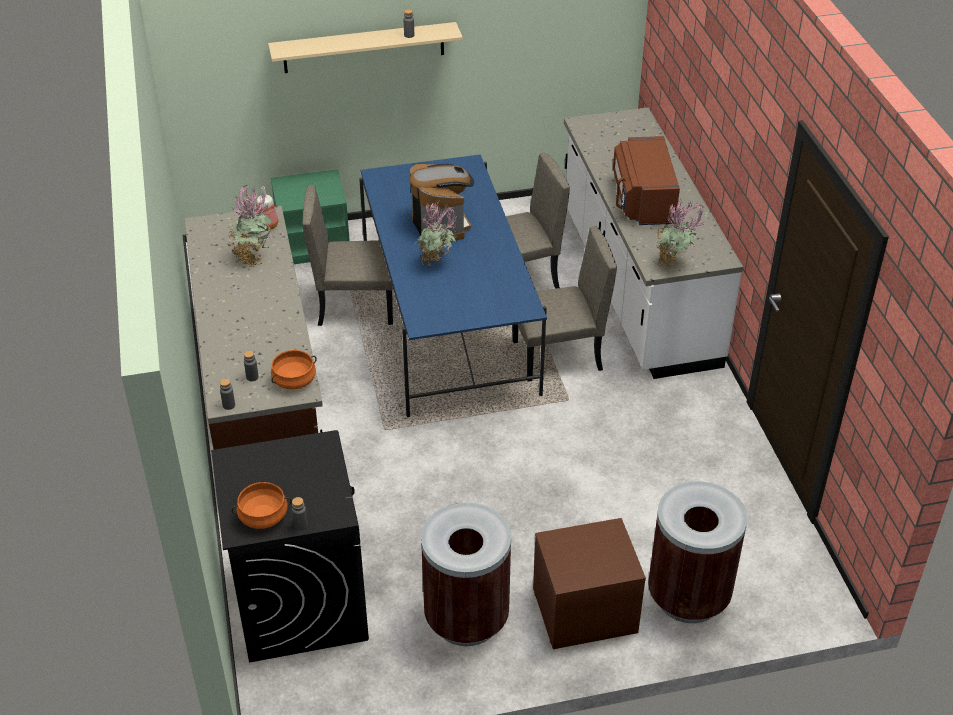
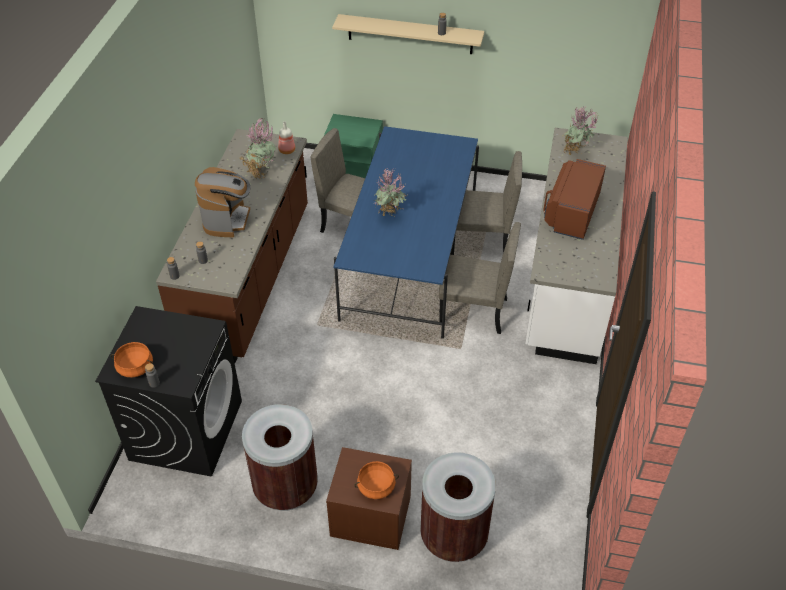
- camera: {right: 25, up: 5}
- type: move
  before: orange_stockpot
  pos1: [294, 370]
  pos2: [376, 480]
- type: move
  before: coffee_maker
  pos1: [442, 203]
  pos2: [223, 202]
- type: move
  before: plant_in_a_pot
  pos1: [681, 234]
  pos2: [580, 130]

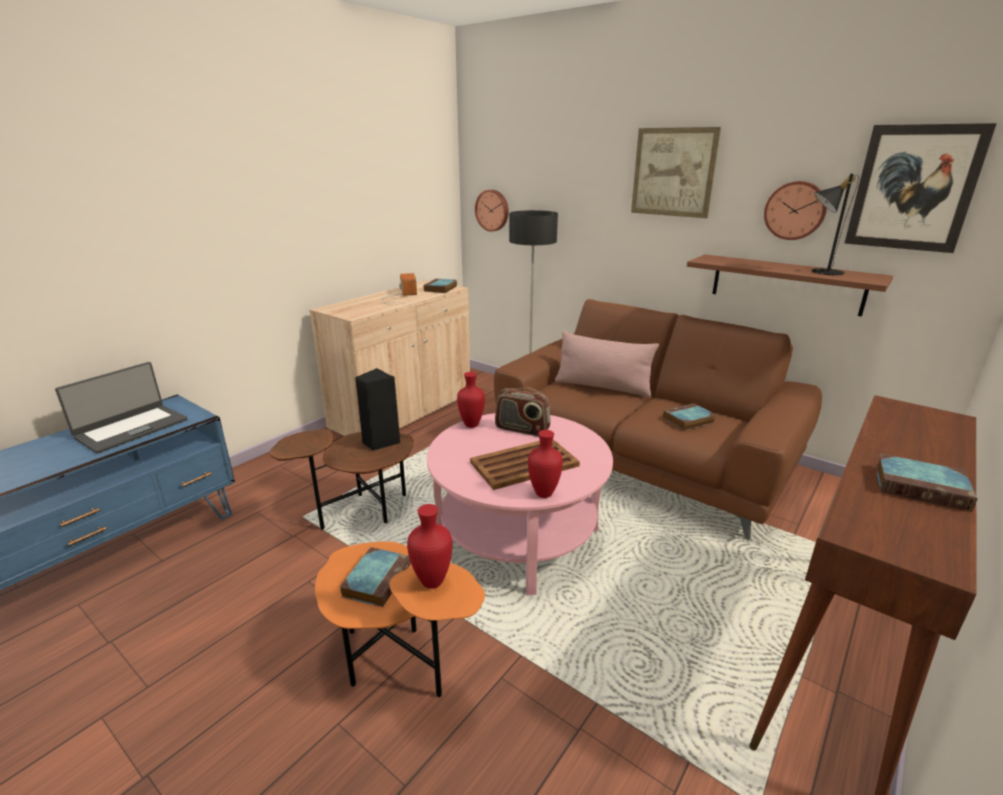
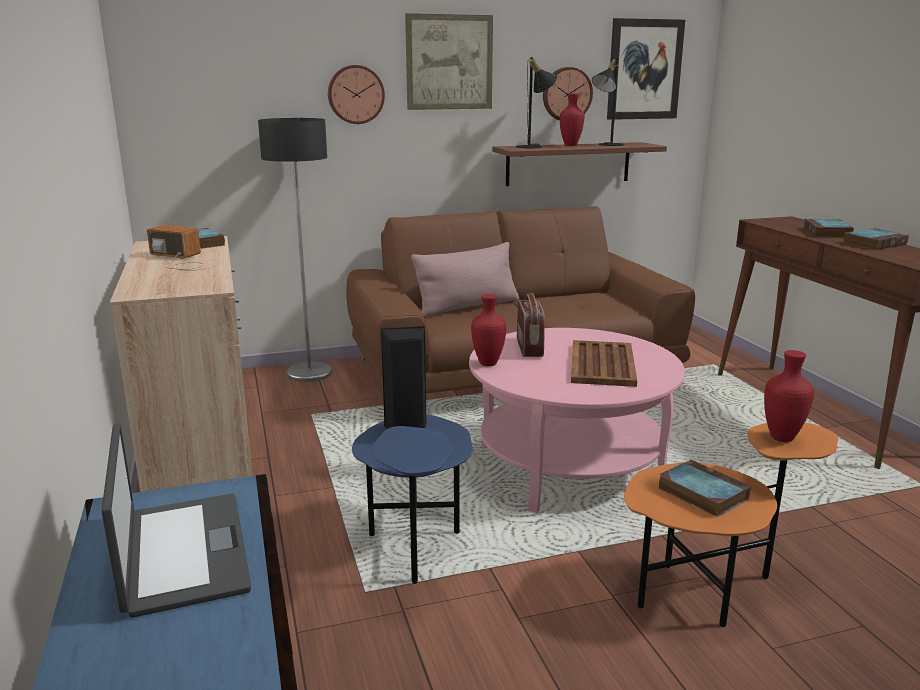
- camera: {right: -55, up: -5}
- type: recolor
  before: brown_side_table
  after: blue-coloured_side_table
  pos1: [341, 479]
  pos2: [412, 499]
- type: move
  before: hanging_clock
  pos1: [492, 211]
  pos2: [356, 94]
- type: rotate
  before: radio_set
  pos1: [523, 411]
  pos2: [531, 325]
  turn: -60
- type: move
  before: red_flower_vase
  pos1: [545, 464]
  pos2: [572, 120]
- type: move
  before: book
  pos1: [689, 416]
  pos2: [829, 228]
- type: insert
  after: black-coloured_table_lamp
  pos2: [536, 102]

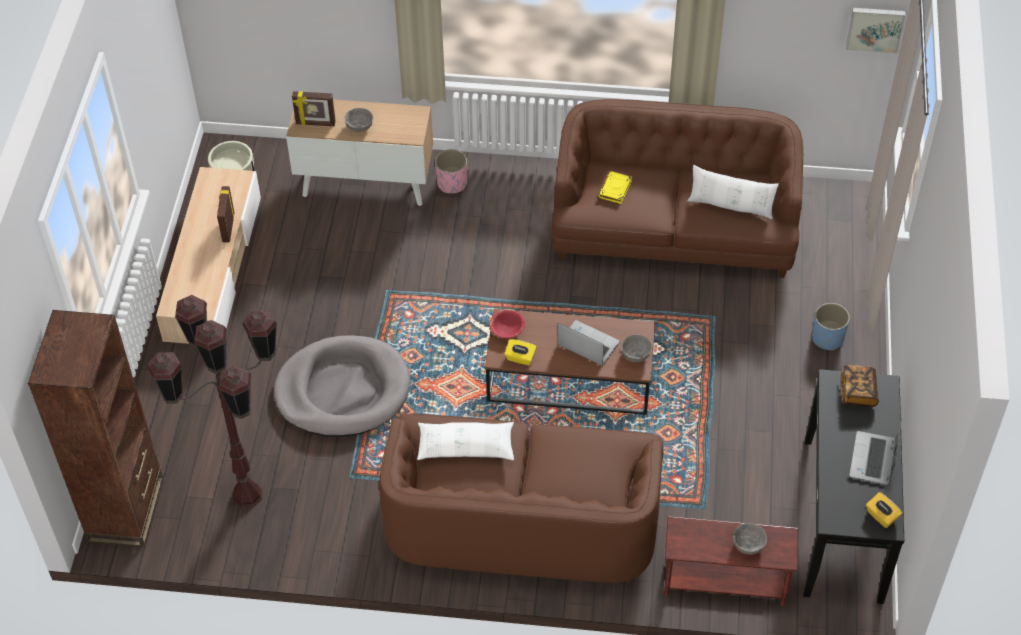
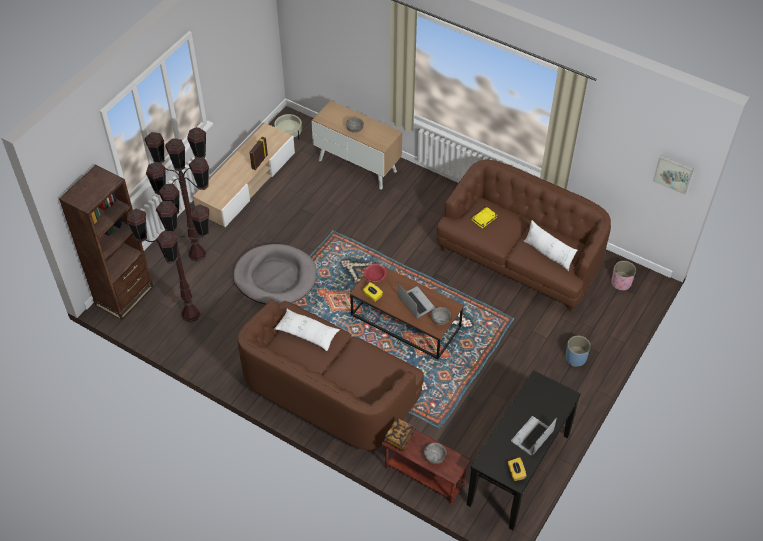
- camera: {right: 25, up: 0}
- type: delete
  before: standing_frame
  pos1: [314, 108]
- type: move
  before: pink_flower_pot
  pos1: [451, 171]
  pos2: [623, 275]
- type: move
  before: book
  pos1: [860, 386]
  pos2: [400, 434]
- type: insert
  after: brown_floor_lamp
  pos2: [177, 194]

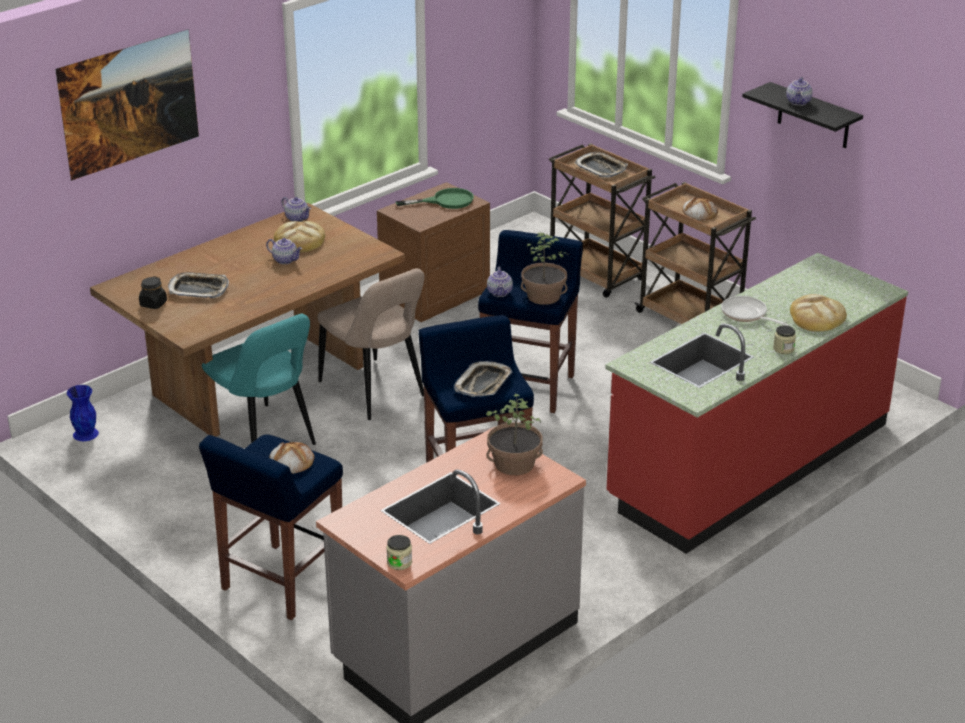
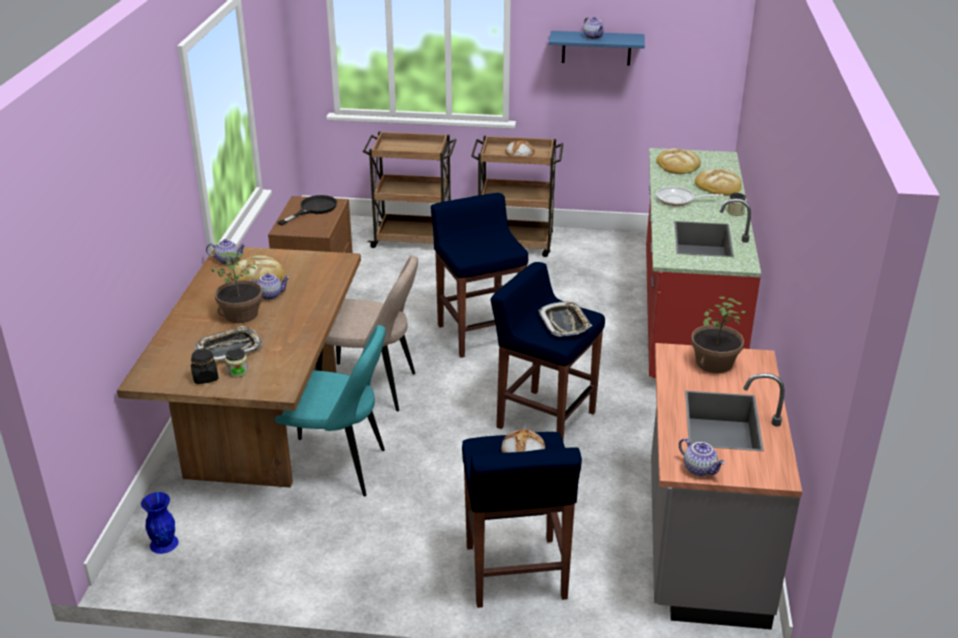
- camera: {right: -40, up: 0}
- type: delete
  before: picture
  pos1: [127, 105]
- type: move
  before: preserve_jar
  pos1: [399, 552]
  pos2: [236, 363]
- type: recolor
  before: green-coloured_skillet
  after: black-coloured_skillet
  pos1: [435, 198]
  pos2: [307, 210]
- type: move
  before: pot_for_tea
  pos1: [500, 282]
  pos2: [702, 457]
- type: move
  before: plant_in_a_pot
  pos1: [544, 269]
  pos2: [237, 287]
- type: delete
  before: tray
  pos1: [601, 165]
- type: recolor
  before: black-coloured_wall_shelf
  after: blue-coloured_wall_shelf
  pos1: [802, 115]
  pos2: [597, 48]
- type: insert
  after: bakery_bread
  pos2: [678, 161]

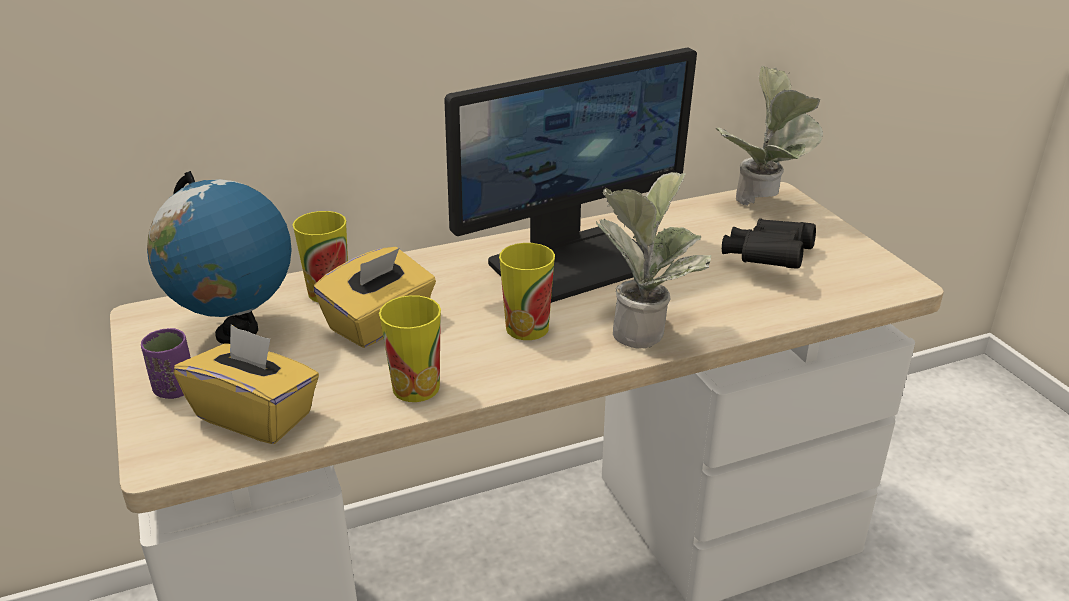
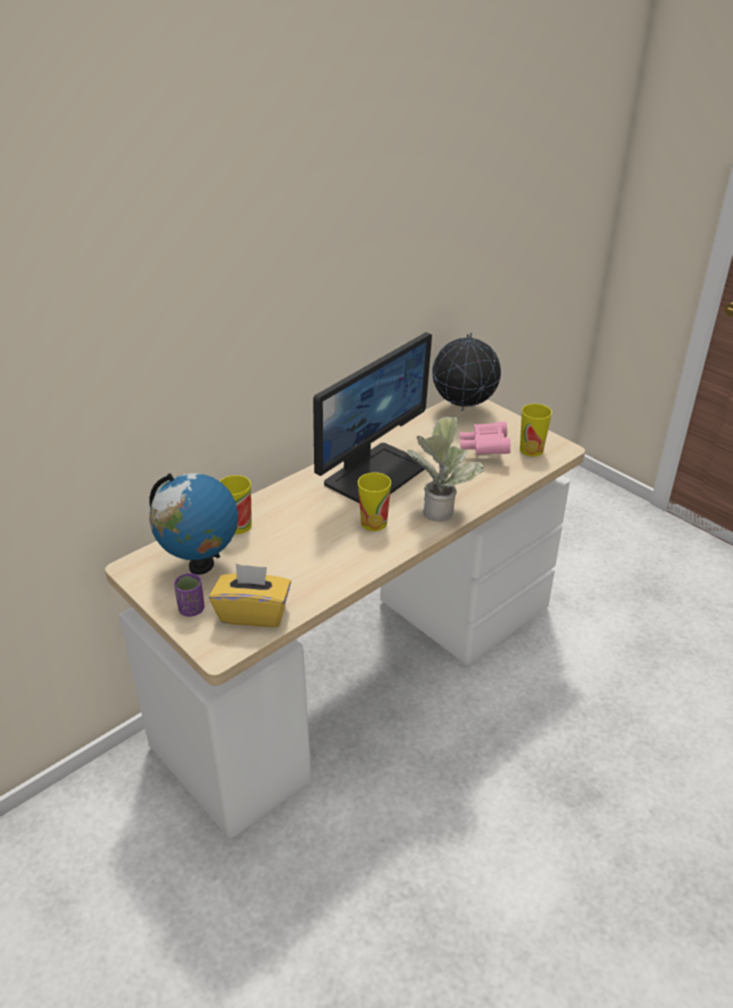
- camera: {right: -20, up: 5}
- type: delete
  before: yellow_tissue_box
  pos1: [374, 297]
- type: move
  before: cup
  pos1: [410, 348]
  pos2: [536, 430]
- type: replace
  before: plant_in_a_pot
  after: desk_globe
  pos1: [769, 136]
  pos2: [466, 371]
- type: recolor
  before: black-coloured_field_glasses
  after: pink_field_glasses
  pos1: [769, 243]
  pos2: [485, 438]

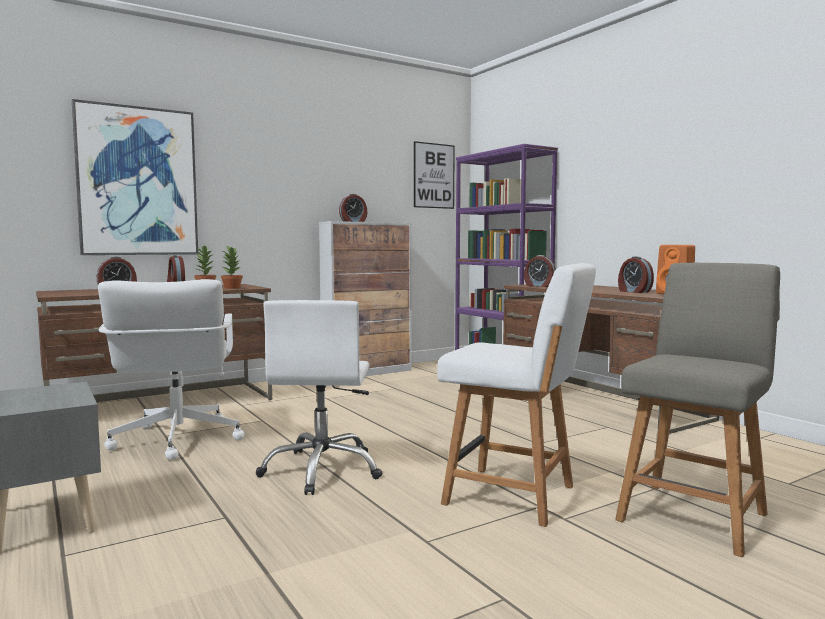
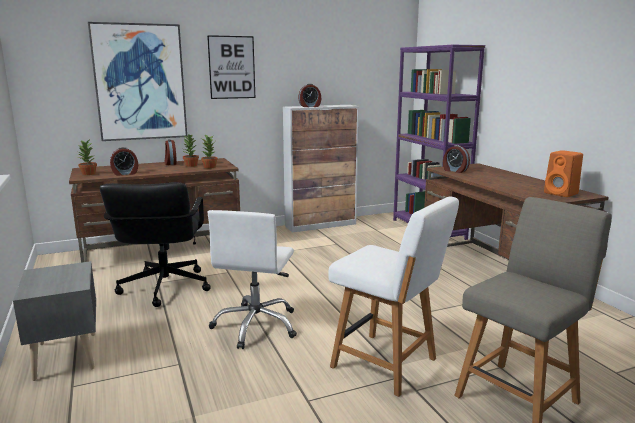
- camera: {right: 10, up: 10}
- type: recolor
  before: white-coloured_desk_chair
  after: black-coloured_desk_chair
  pos1: [171, 369]
  pos2: [155, 244]
- type: move
  before: picture
  pos1: [434, 175]
  pos2: [231, 67]
- type: delete
  before: alarm_clock
  pos1: [636, 274]
- type: insert
  after: plant_in_a_pot
  pos2: [87, 157]

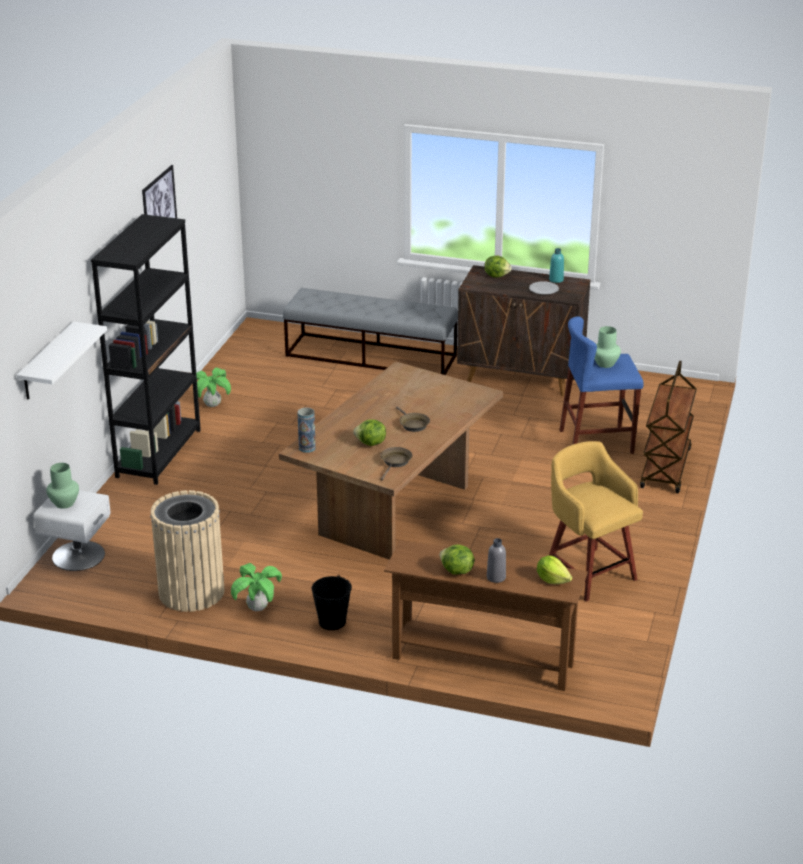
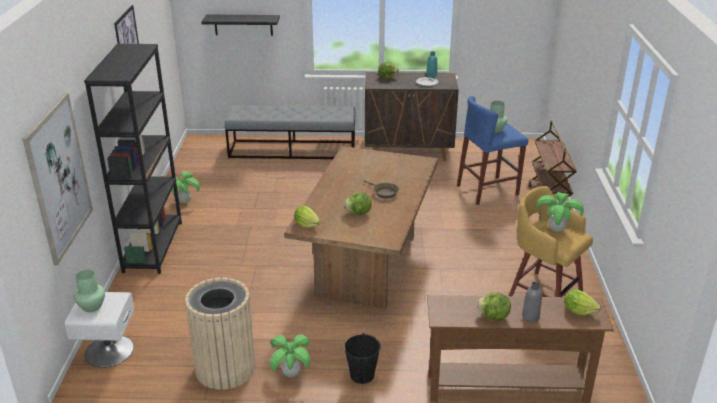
- camera: {right: -15, up: 0}
- type: replace
  before: white-coloured_wall_shelf
  after: picture
  pos1: [61, 361]
  pos2: [57, 179]
- type: replace
  before: flower_vase
  after: lettuce
  pos1: [307, 430]
  pos2: [307, 216]
- type: delete
  before: brown_skillet
  pos1: [396, 464]
- type: insert
  after: black-coloured_wall_shelf
  pos2: [240, 25]
- type: insert
  after: plant_in_a_pot
  pos2: [560, 212]

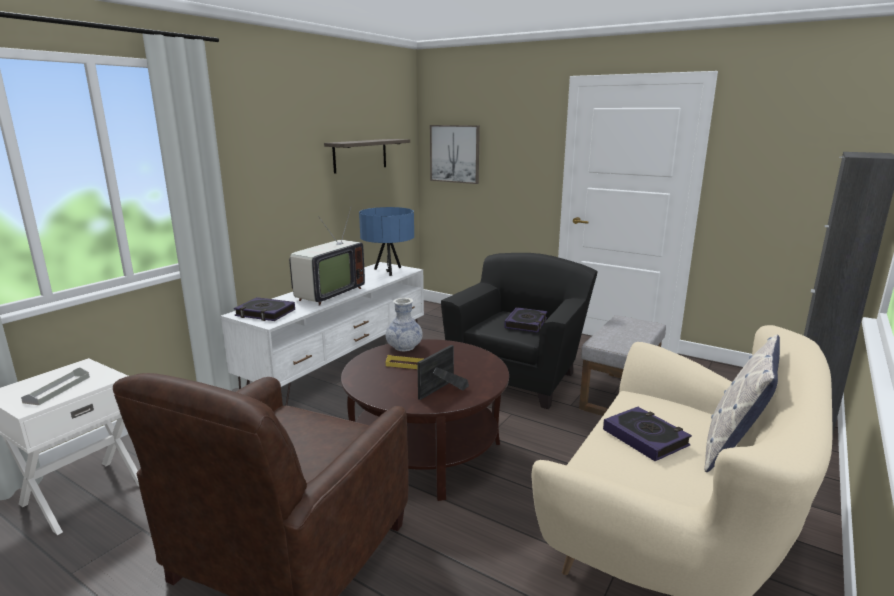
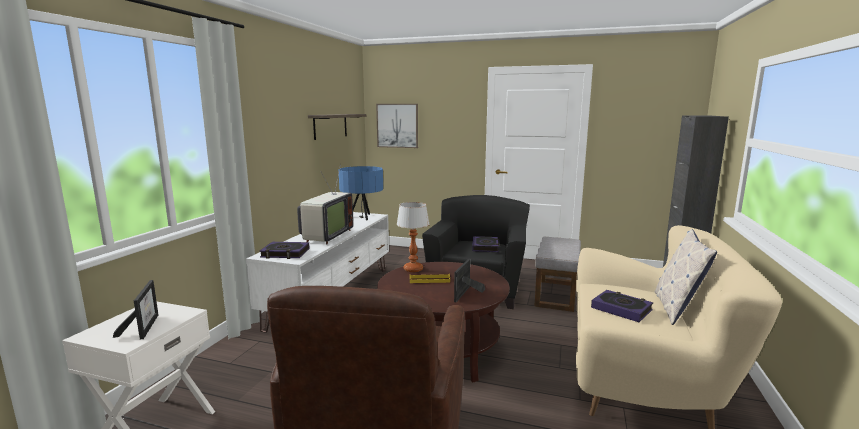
- camera: {right: -15, up: -5}
- type: replace
  before: gray_tray
  after: standing_frame
  pos1: [55, 386]
  pos2: [136, 310]
- type: replace
  before: flower_vase
  after: table_lamp
  pos1: [404, 324]
  pos2: [413, 237]

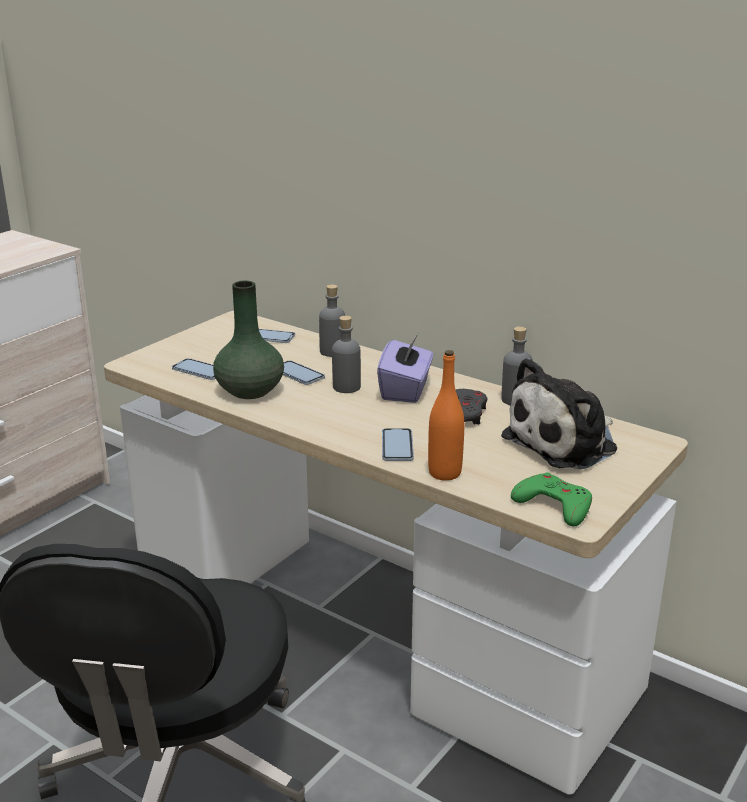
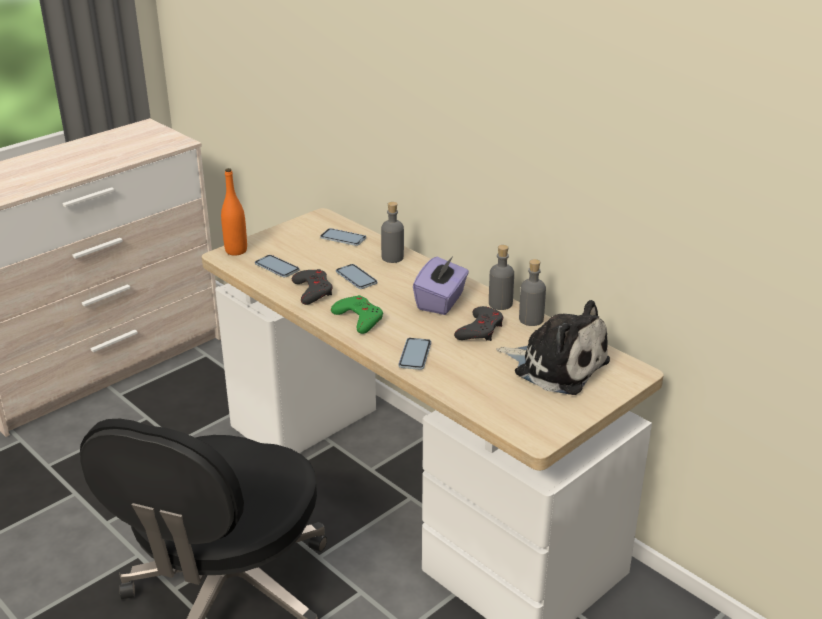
- camera: {right: 10, up: 5}
- type: replace
  before: green-coloured_flower_vase
  after: gray_gamepad
  pos1: [248, 340]
  pos2: [312, 287]
- type: move
  before: gray_beverage_bottle
  pos1: [346, 354]
  pos2: [501, 277]
- type: move
  before: orange_beverage_bottle
  pos1: [446, 415]
  pos2: [234, 212]
- type: rotate
  before: plush_toy
  pos1: [559, 414]
  pos2: [553, 347]
  turn: -120
- type: move
  before: green-coloured_gamepad
  pos1: [551, 499]
  pos2: [357, 314]

